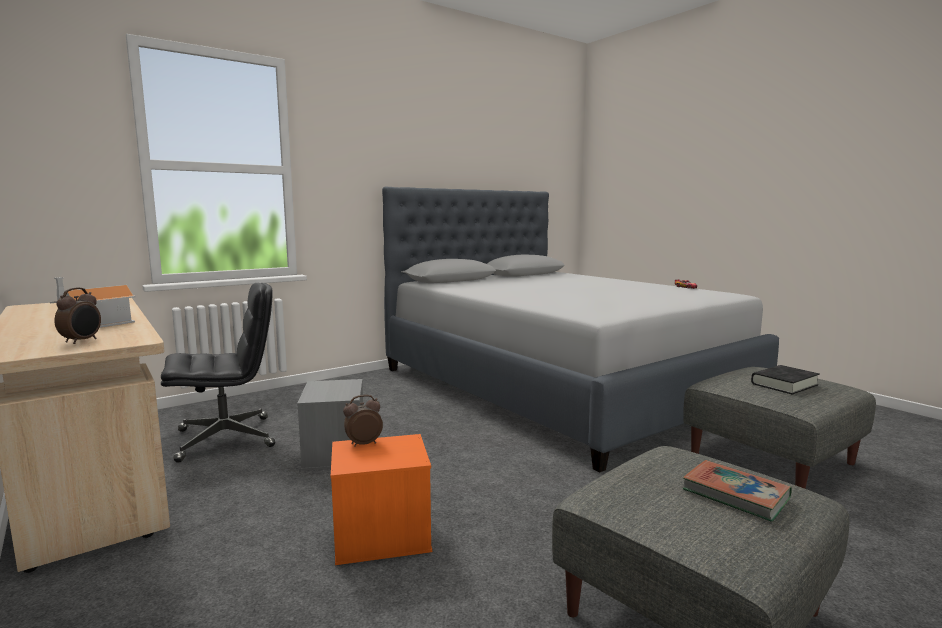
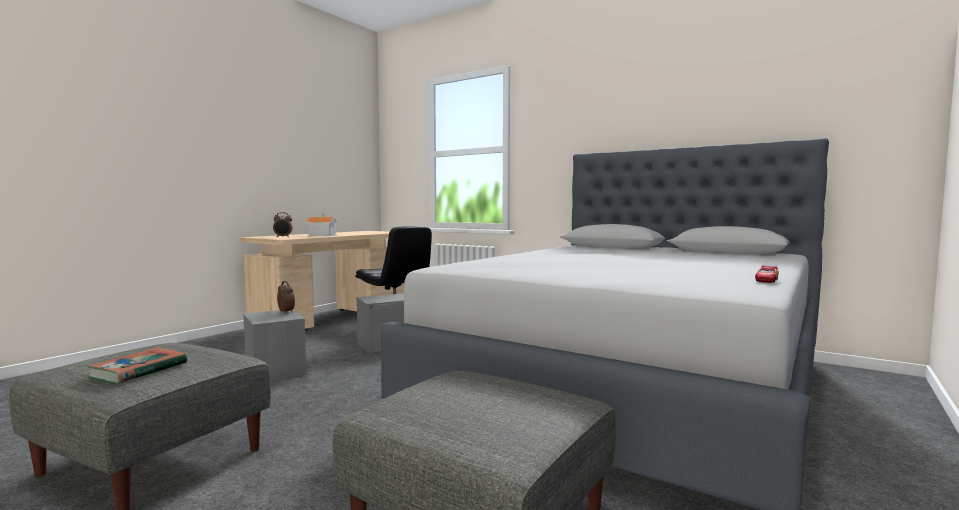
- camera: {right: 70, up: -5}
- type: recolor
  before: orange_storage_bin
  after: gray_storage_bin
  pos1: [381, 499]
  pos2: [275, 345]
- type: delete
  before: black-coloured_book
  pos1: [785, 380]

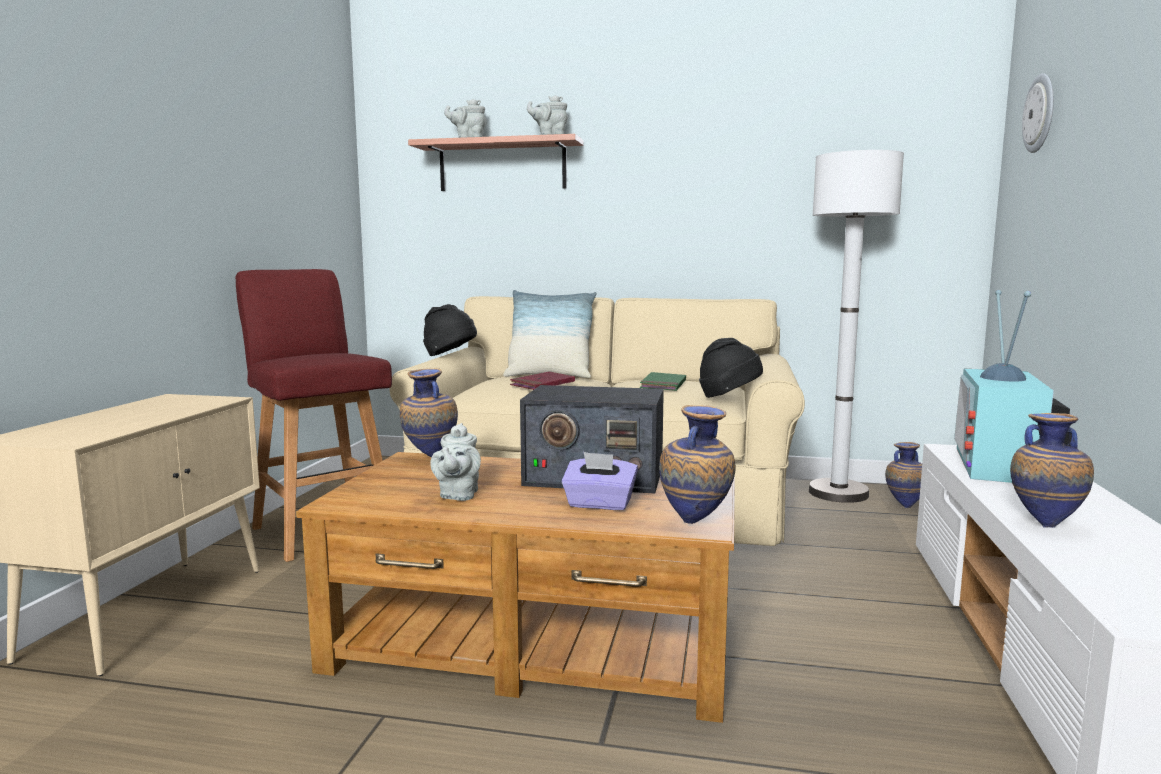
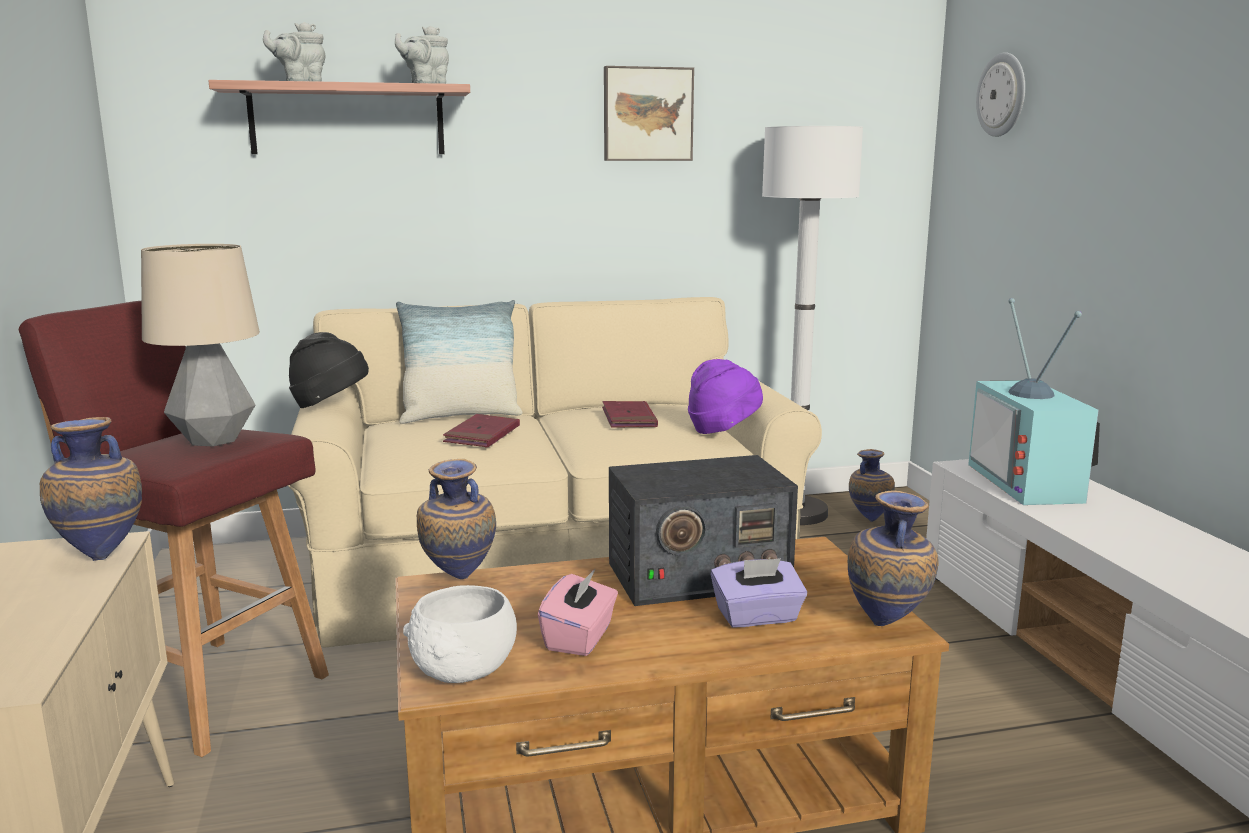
- camera: {right: -25, up: 5}
- type: replace
  before: gray_pot_for_tea
  after: pink_tissue_box
  pos1: [455, 462]
  pos2: [578, 612]
- type: recolor
  before: green-coloured_book
  after: red_book
  pos1: [663, 381]
  pos2: [630, 414]
- type: recolor
  before: black-coloured_hat
  after: purple_hat
  pos1: [731, 368]
  pos2: [725, 396]
- type: move
  before: flower_vase
  pos1: [1052, 470]
  pos2: [91, 489]
- type: insert
  after: table_lamp
  pos2: [200, 345]
- type: insert
  after: white-coloured_deep_dish
  pos2: [460, 634]
- type: insert
  after: picture
  pos2: [649, 113]

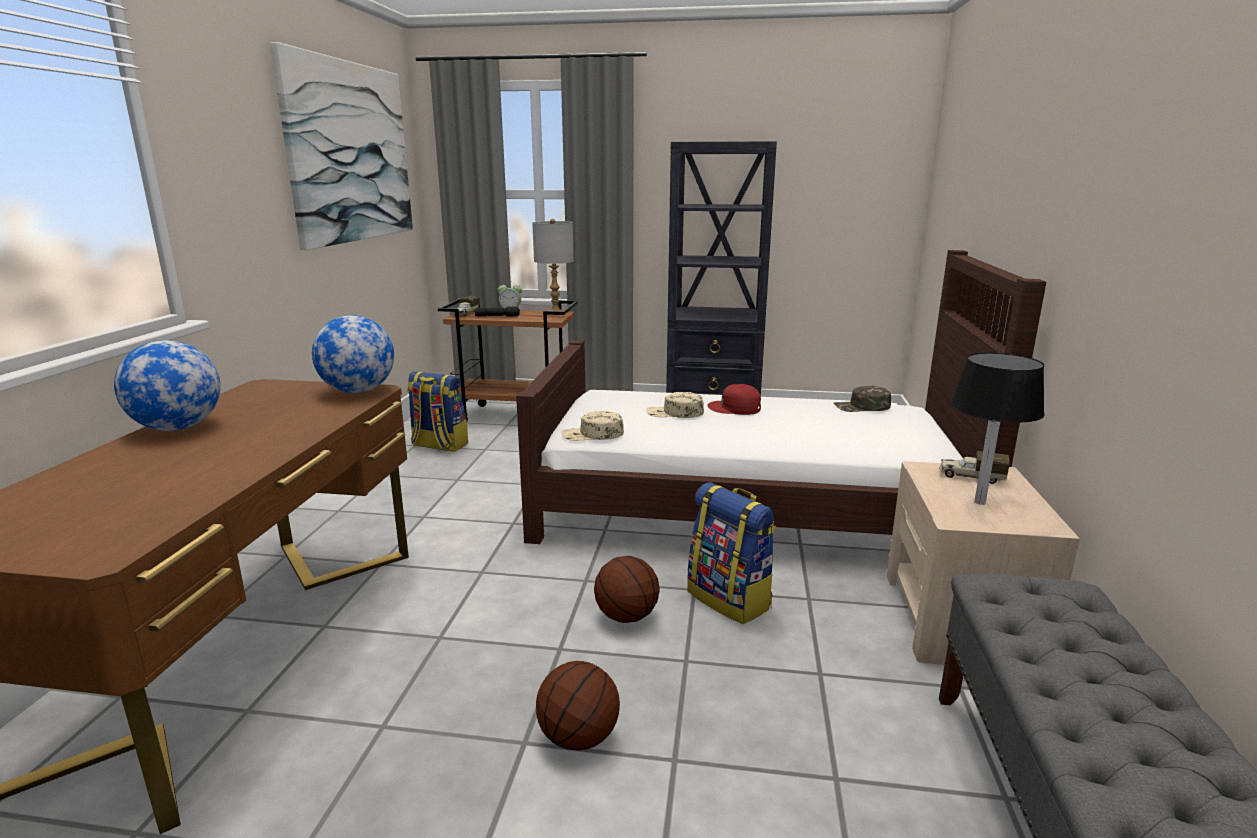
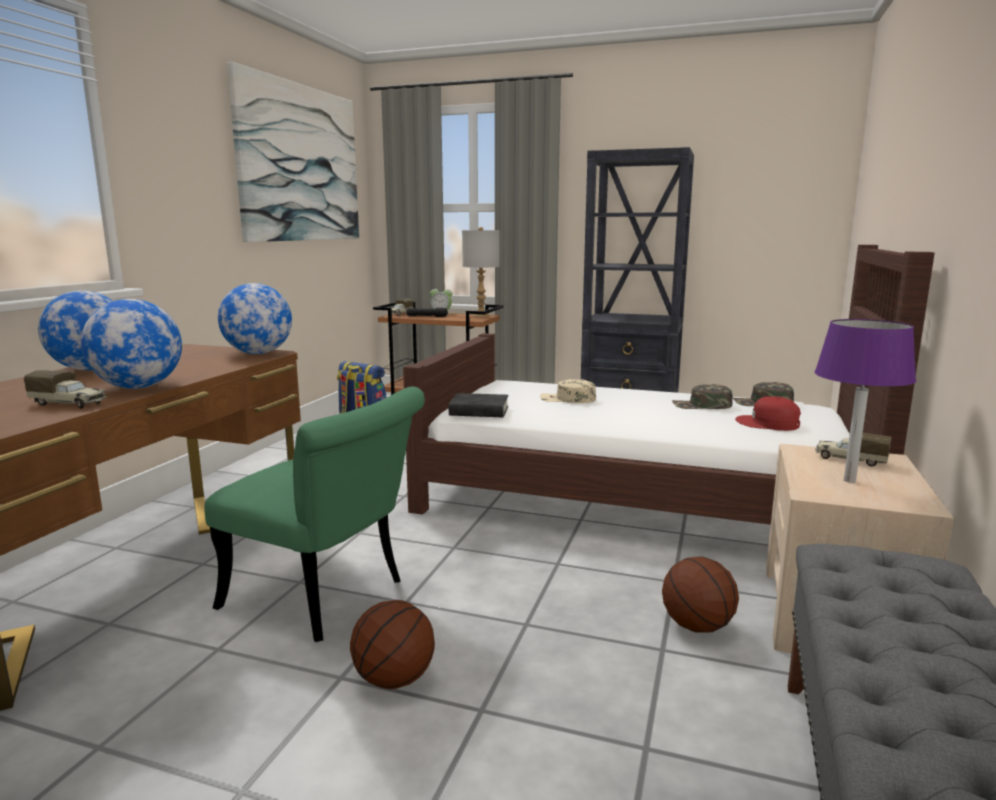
- camera: {right: 10, up: -5}
- type: replace
  before: beige-coloured_peaked_cap
  after: black-coloured_book
  pos1: [592, 426]
  pos2: [478, 405]
- type: move
  before: basketball_ball
  pos1: [627, 589]
  pos2: [700, 594]
- type: delete
  before: backpack
  pos1: [731, 553]
- type: move
  before: red_peaked_cap
  pos1: [734, 399]
  pos2: [768, 413]
- type: recolor
  before: black-coloured_table_lamp
  after: purple_table_lamp
  pos1: [997, 428]
  pos2: [865, 401]
- type: insert
  after: model_truck
  pos2: [65, 389]
- type: insert
  after: desk_globe
  pos2: [131, 344]
- type: insert
  after: green-coloured_upright_chair
  pos2: [314, 514]
- type: insert
  after: green-coloured_peaked_cap
  pos2: [702, 396]

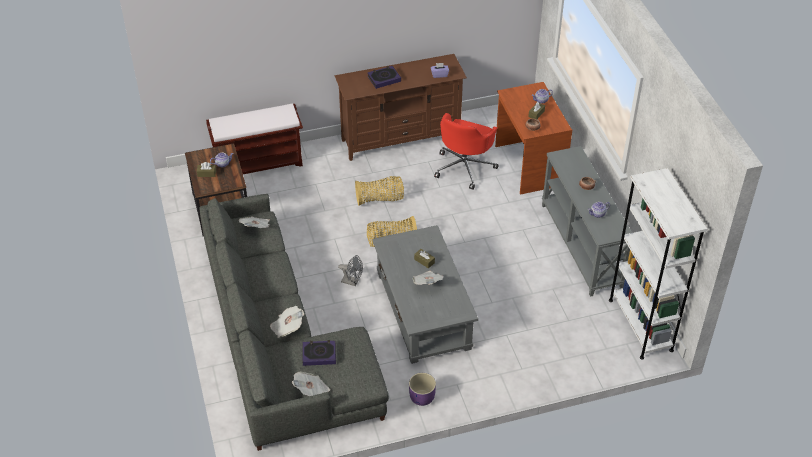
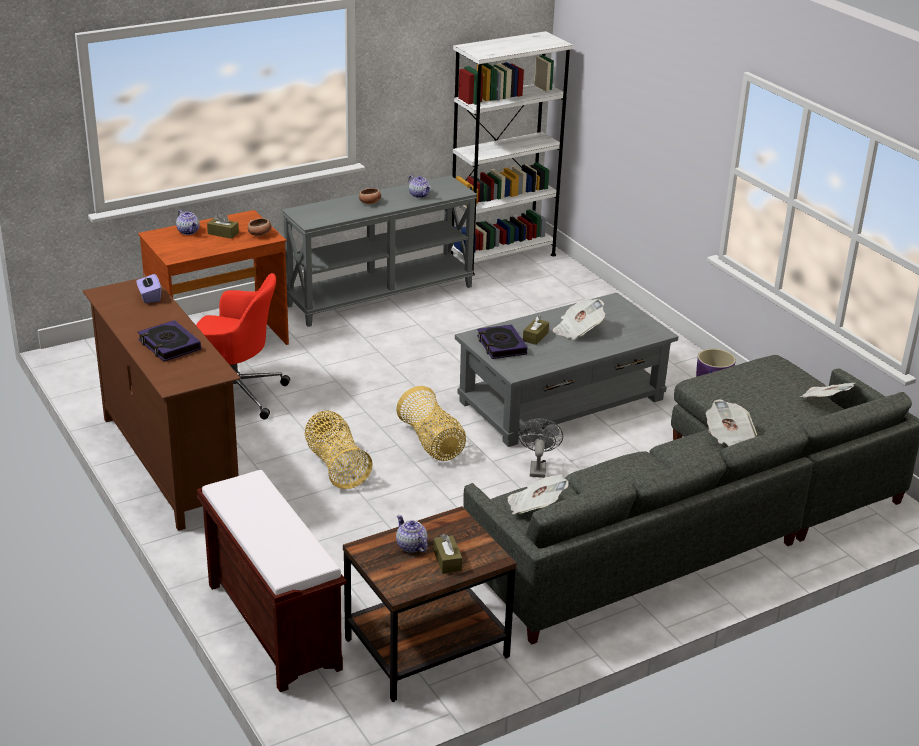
- camera: {right: -105, up: -15}
- type: move
  before: book
  pos1: [319, 353]
  pos2: [502, 342]

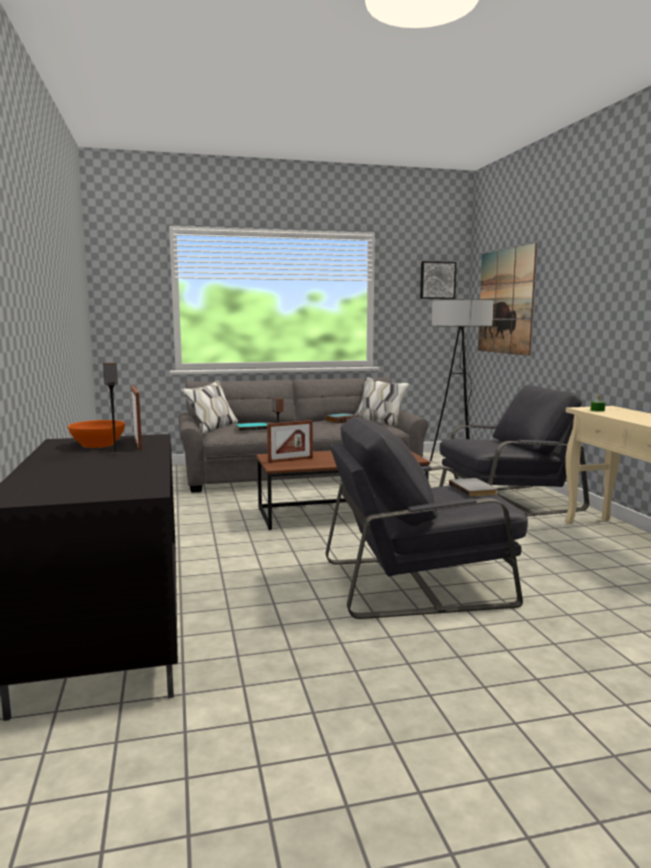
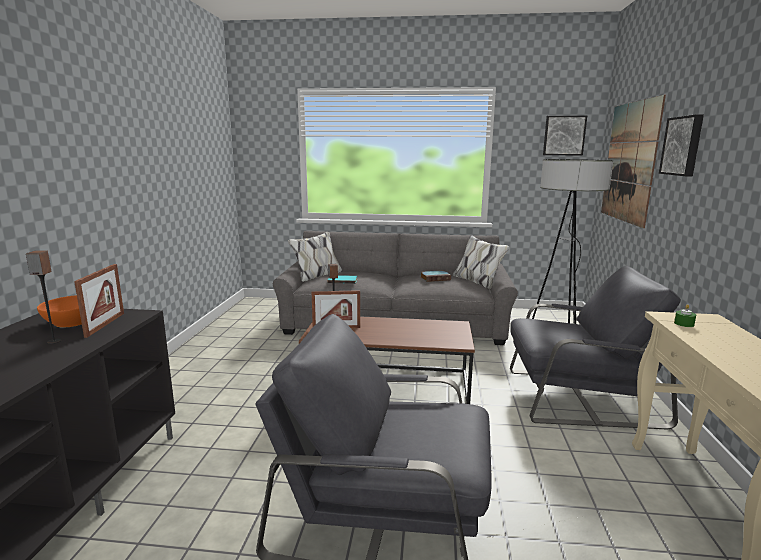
- camera: {right: 20, up: 5}
- type: delete
  before: gray_book
  pos1: [473, 487]
- type: insert
  after: picture
  pos2: [681, 145]

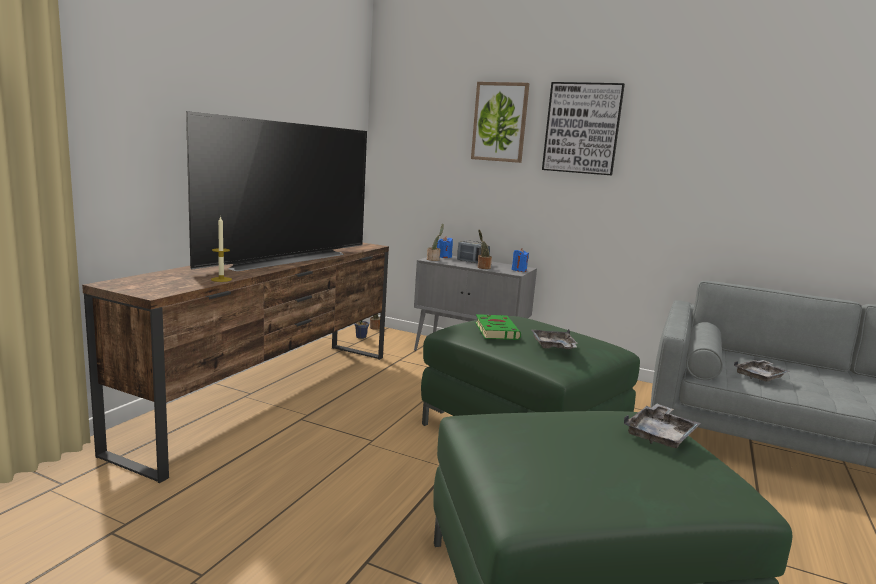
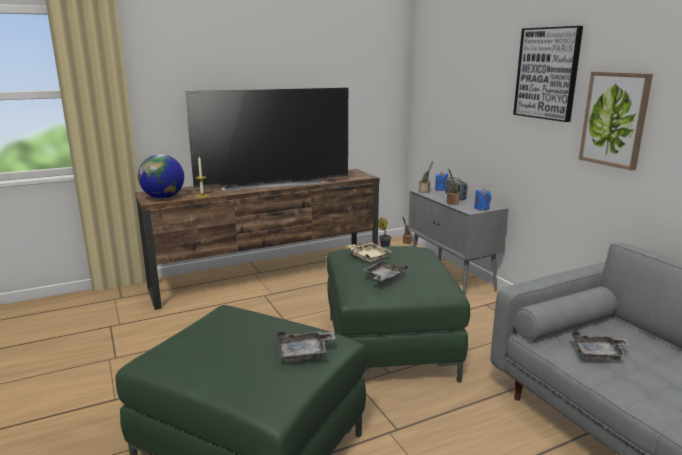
- camera: {right: 40, up: 5}
- type: move
  before: picture
  pos1: [500, 122]
  pos2: [616, 121]
- type: replace
  before: green-coloured_book
  after: beige-coloured_tray
  pos1: [498, 327]
  pos2: [369, 252]
- type: insert
  after: desk_globe
  pos2: [161, 176]

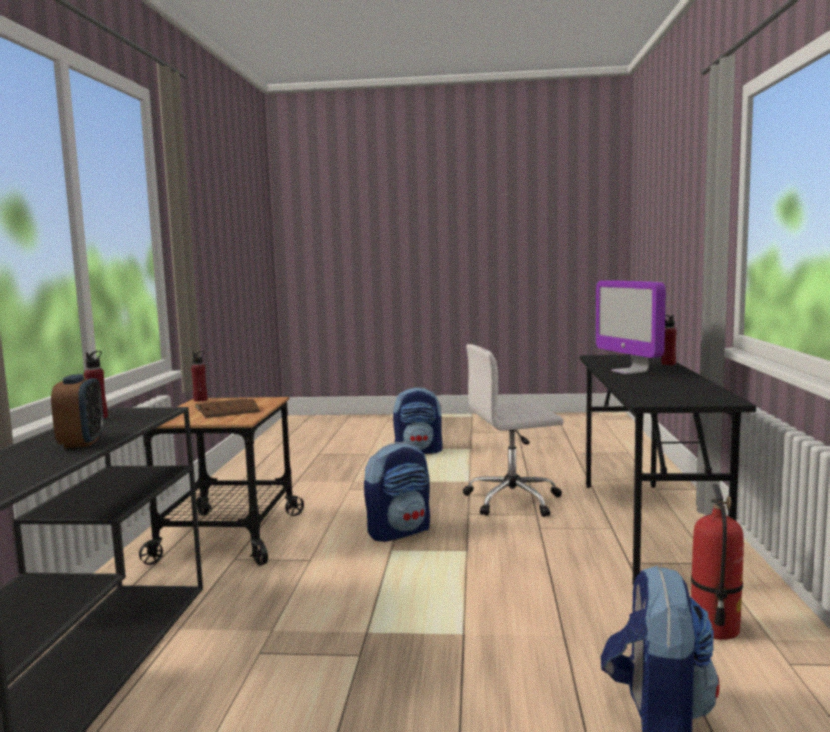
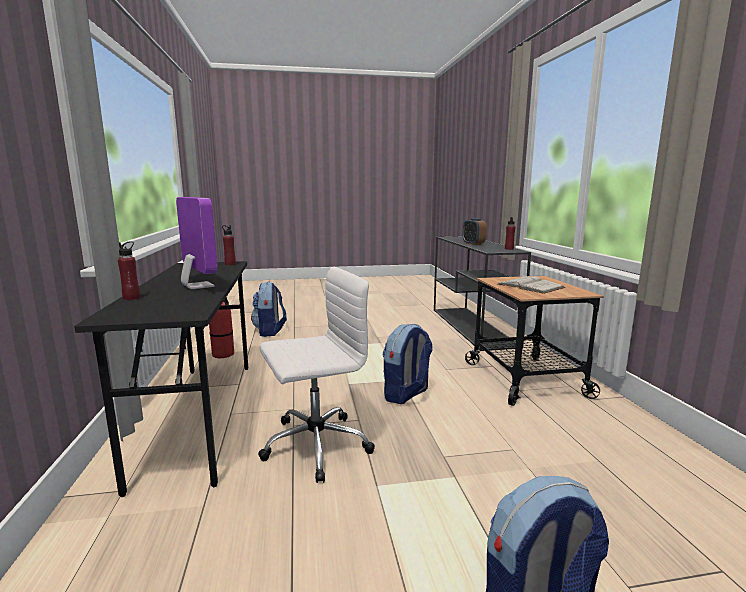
- camera: {right: 165, up: 5}
- type: move
  before: red_beverage_bottle
  pos1: [199, 376]
  pos2: [229, 245]
- type: recolor
  before: brown_book
  after: white-coloured_book
  pos1: [228, 408]
  pos2: [531, 284]

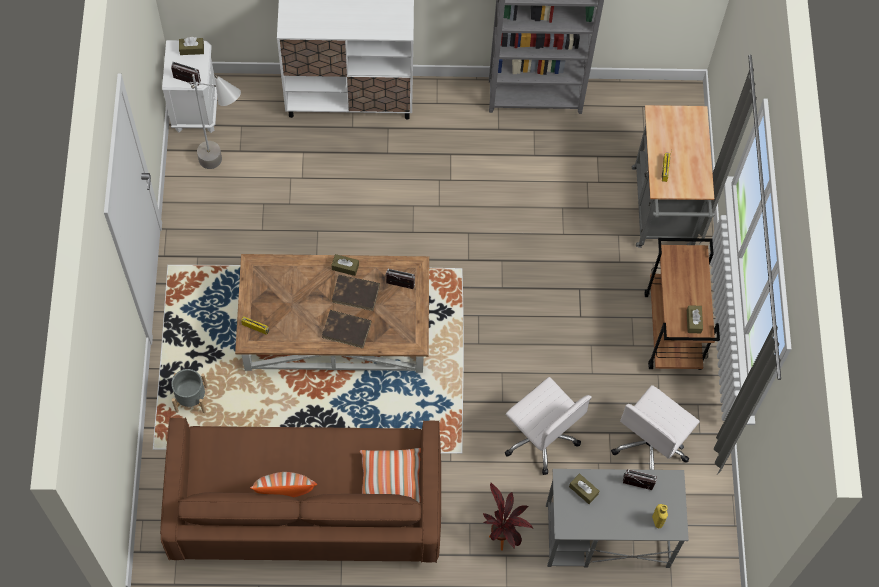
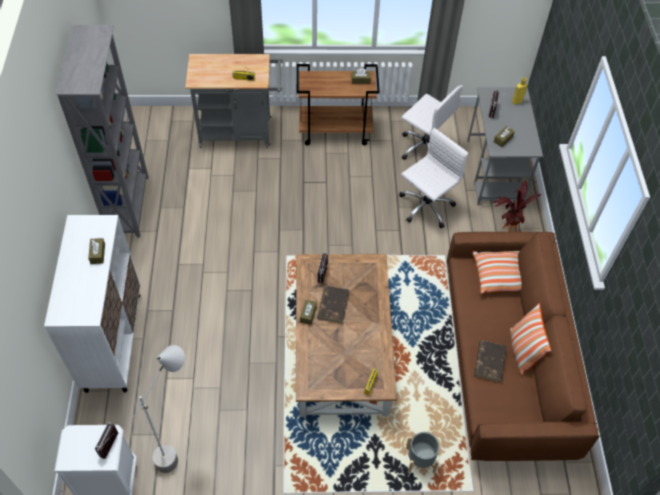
- camera: {right: -90, up: -10}
- type: move
  before: brown_tissue_box
  pos1: [191, 46]
  pos2: [96, 251]
- type: move
  before: brown_book
  pos1: [347, 329]
  pos2: [490, 361]

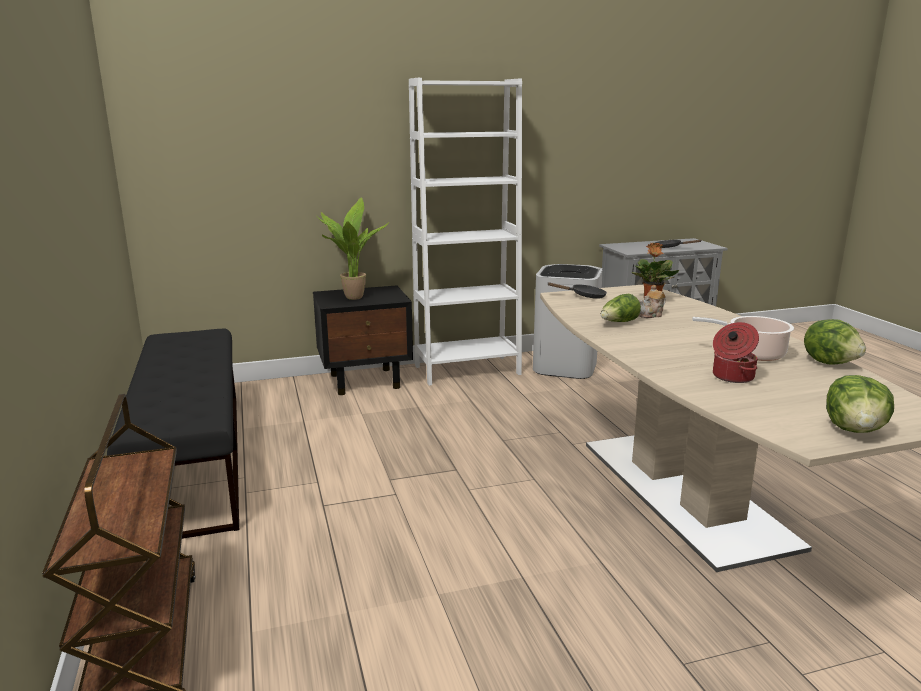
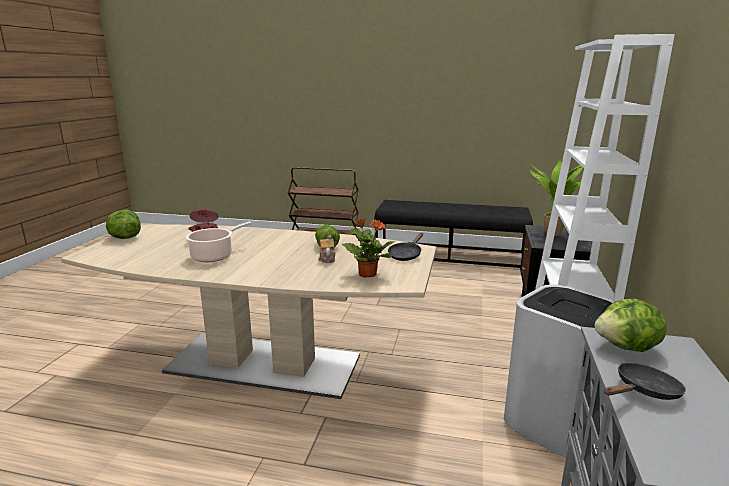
- camera: {right: 120, up: 0}
- type: move
  before: lettuce
  pos1: [835, 342]
  pos2: [631, 325]

